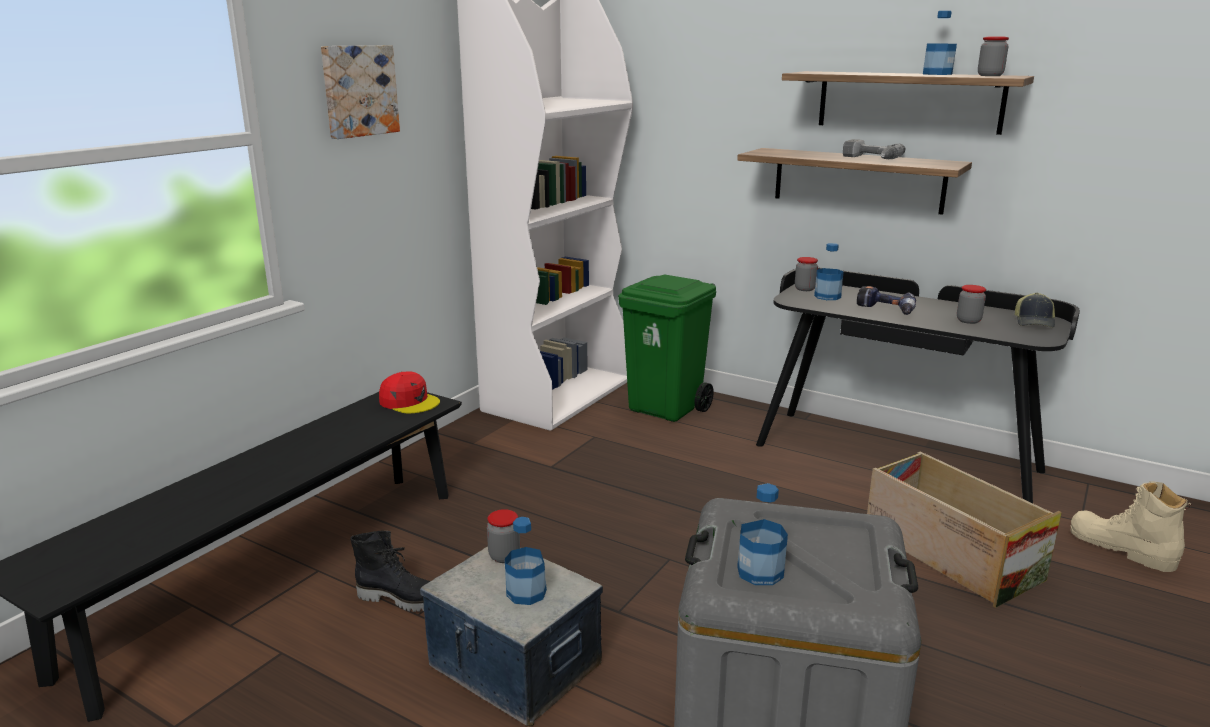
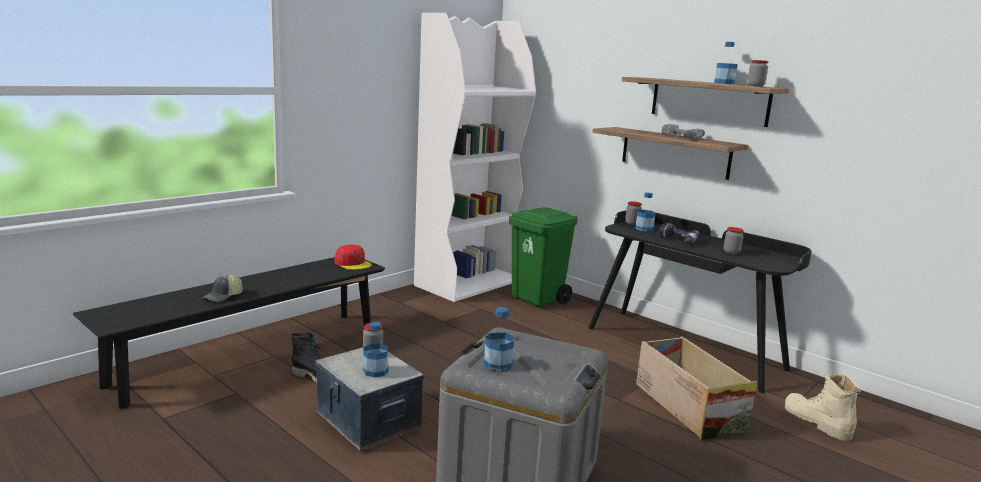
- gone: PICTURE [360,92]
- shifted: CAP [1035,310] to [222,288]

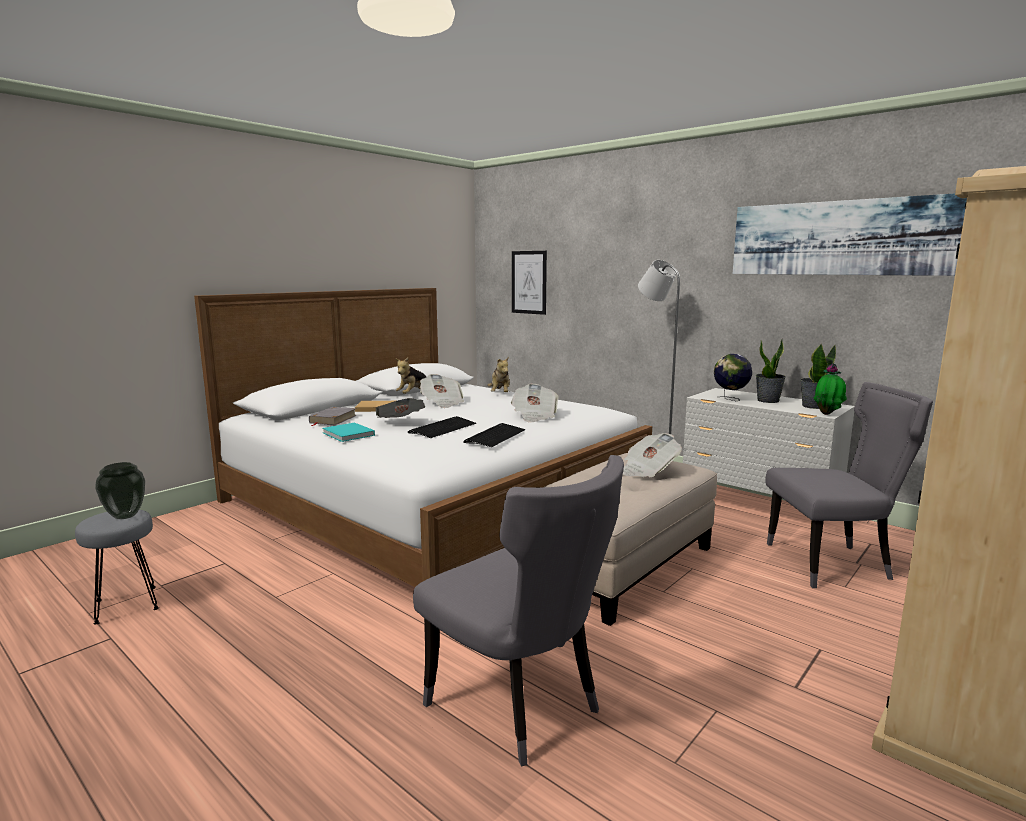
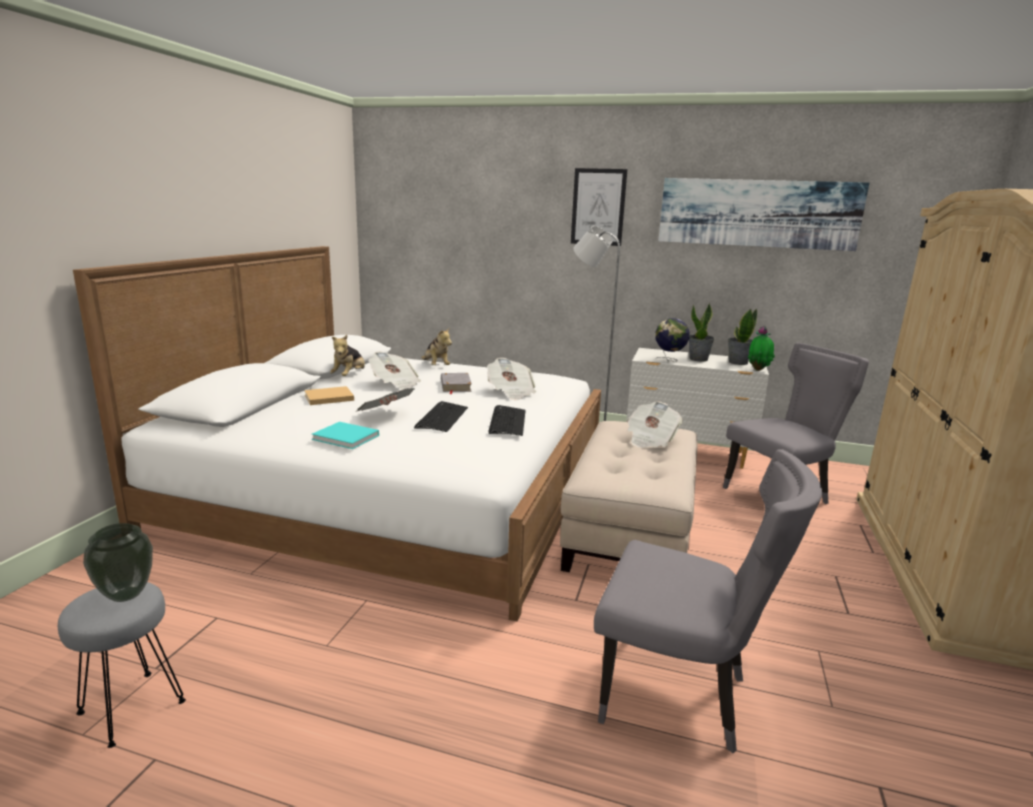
- shifted: PICTURE [529,283] to [599,207]
- shifted: GREY BOOK [333,416] to [456,383]

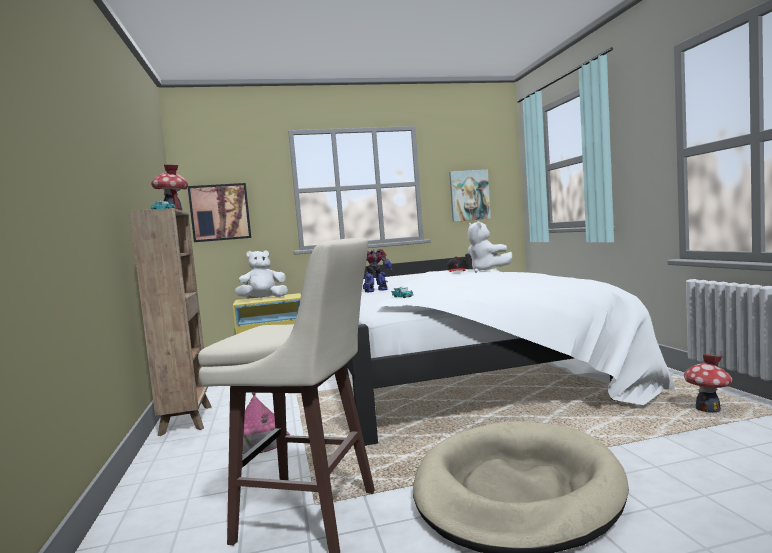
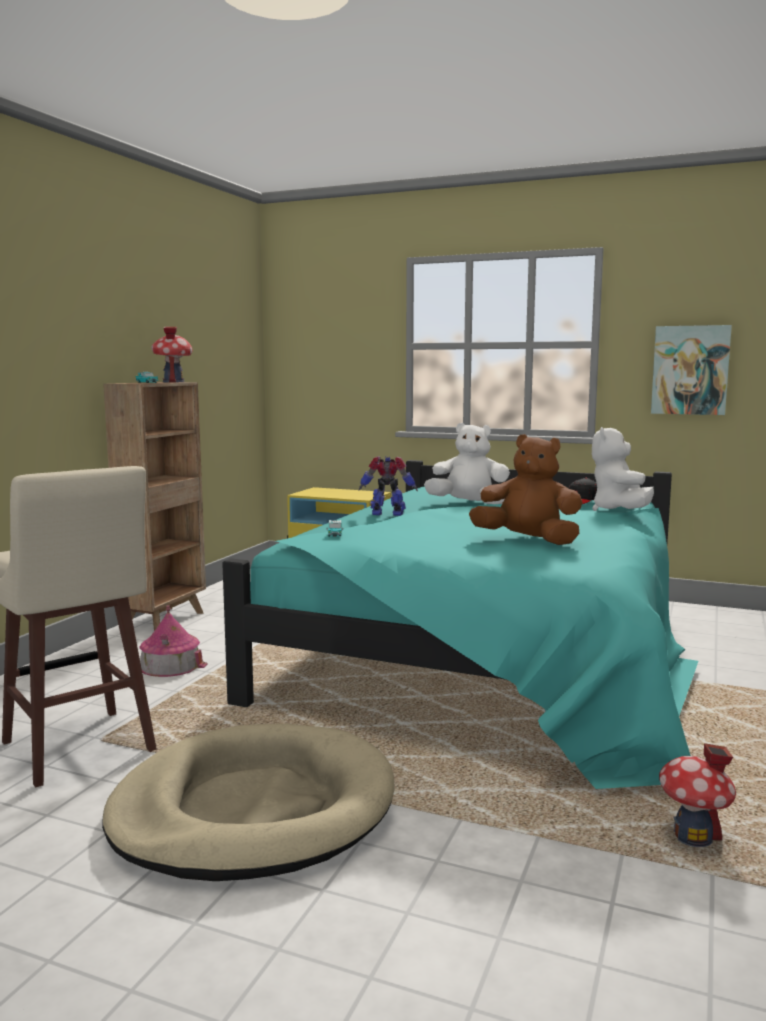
- gone: PICTURE [219,212]
- shifted: WHITE PLUSH TOY [261,274] to [467,463]
- repainted: WHITE BED [510,349] to TURQUOISE BED [460,624]
- new: BROWN PLUSH TOY [526,489]

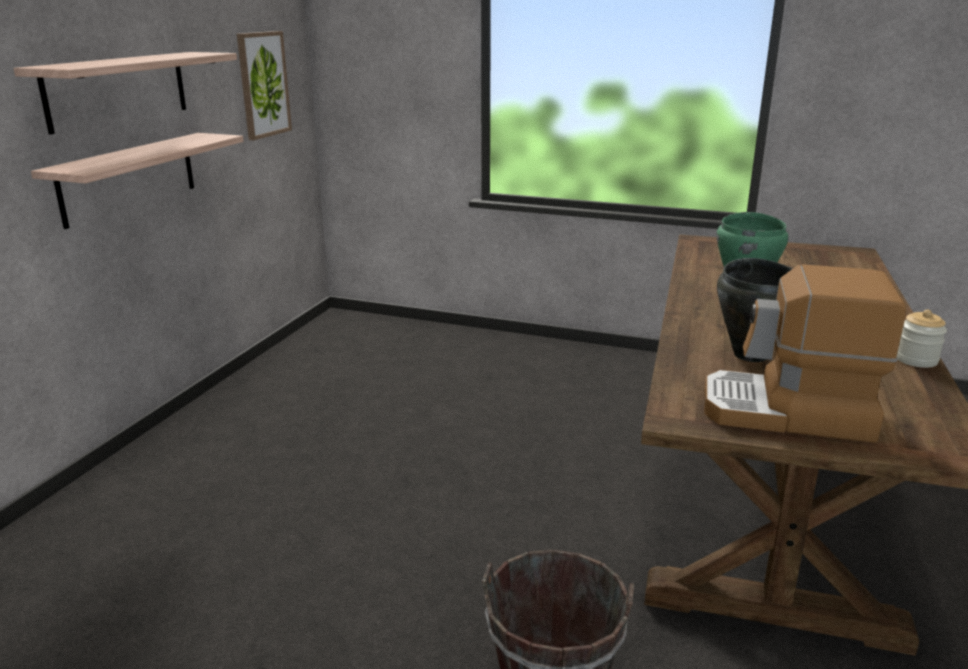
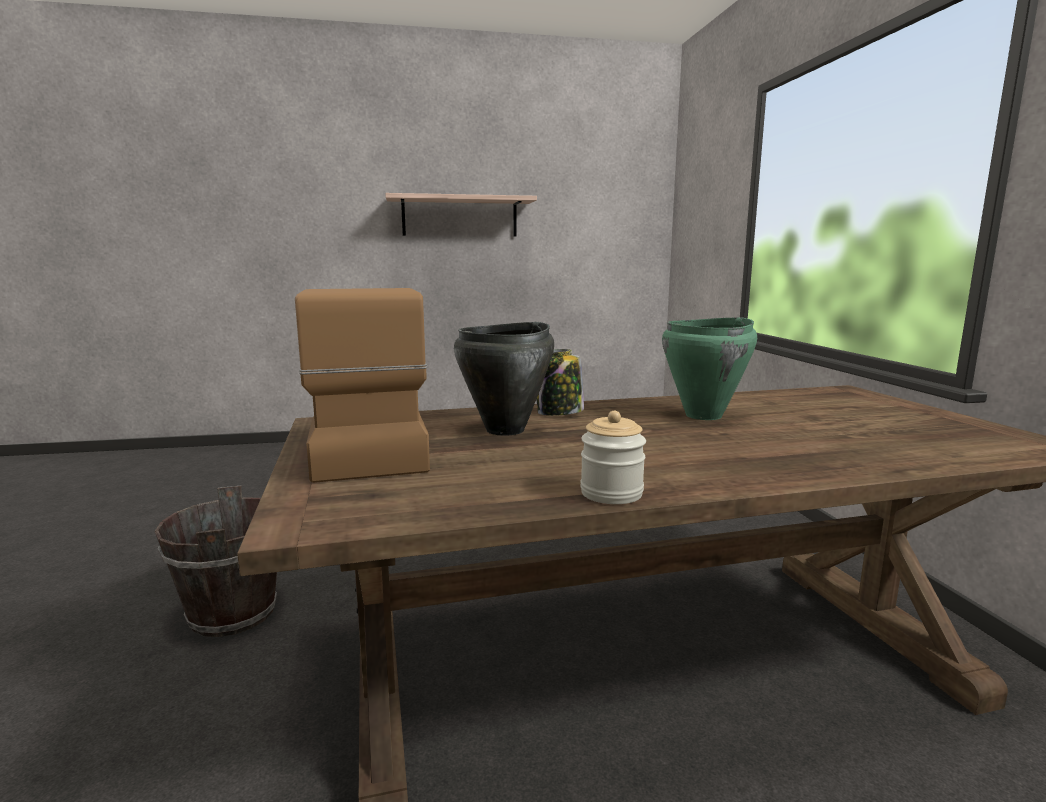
- gone: PICTURE [264,85]
- gone: SHELF [137,181]
- new: JAR [560,382]

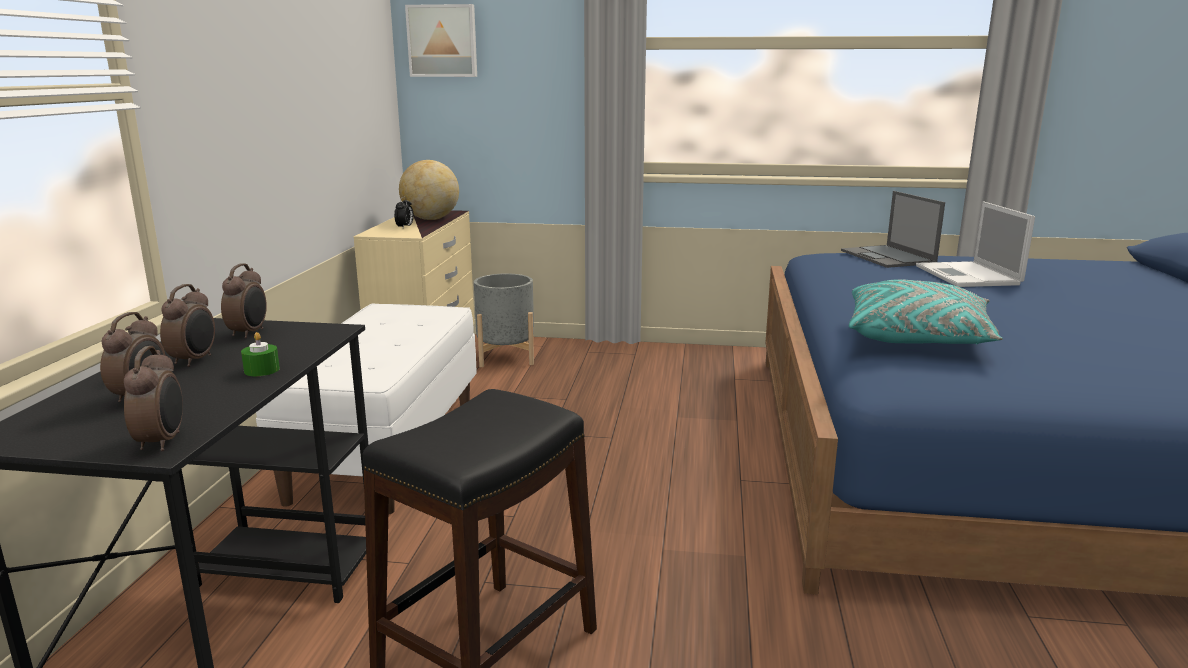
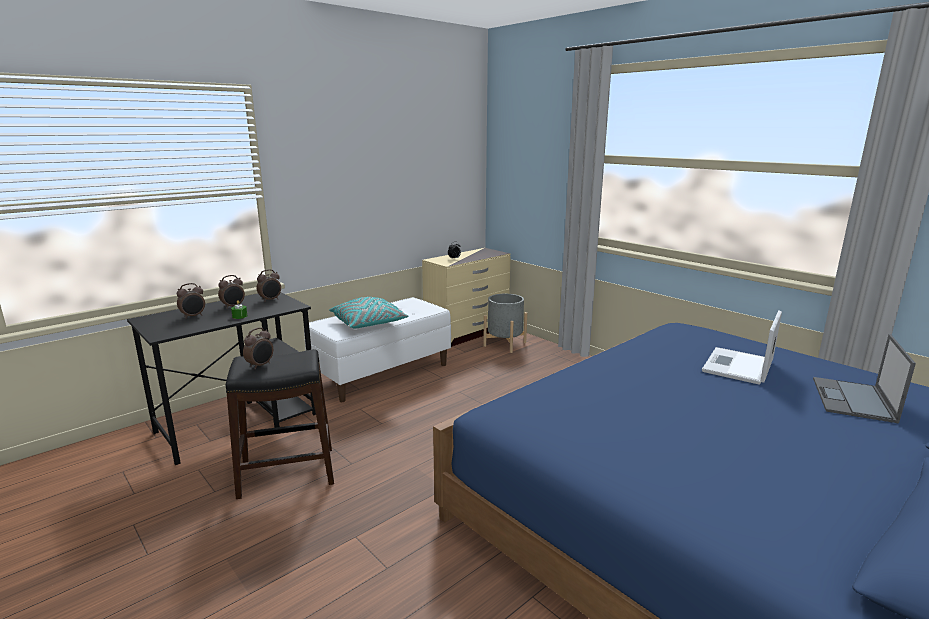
- gone: PICTURE [441,40]
- gone: GLOBE [429,190]
- shifted: LAPTOP [893,229] to [864,378]
- shifted: TURQUOISE PILLOW [926,312] to [369,313]
- shifted: ALARM CLOCK [153,398] to [258,348]

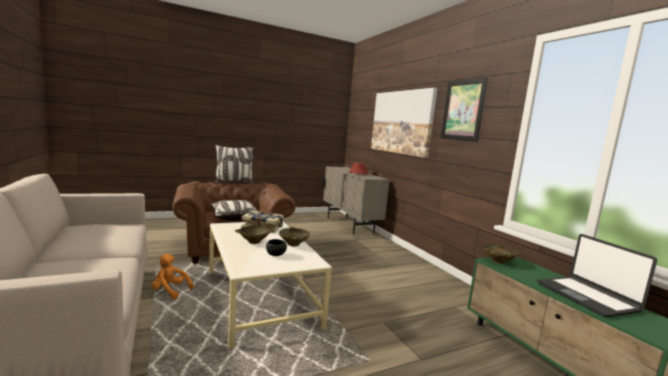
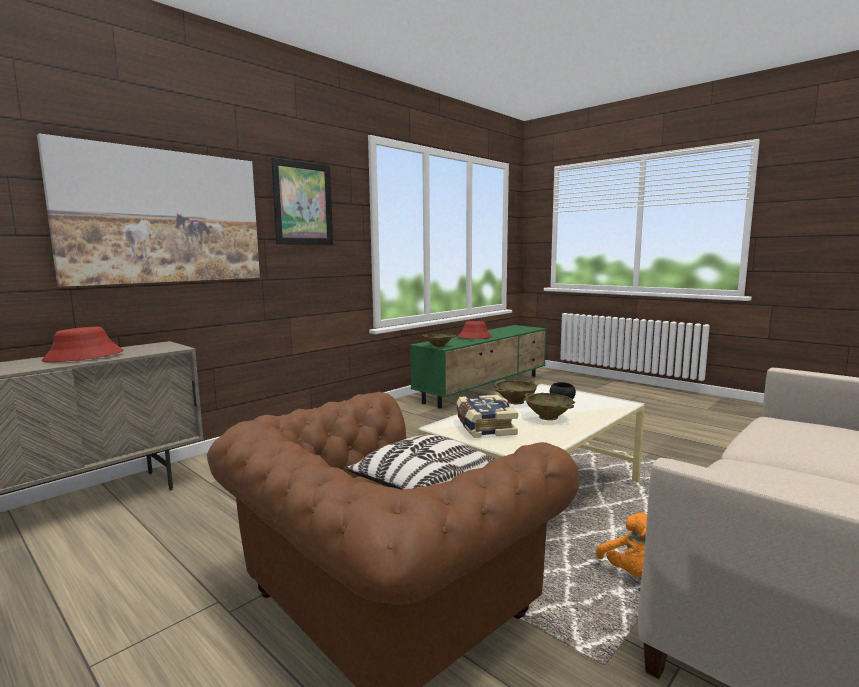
- gone: PILLOW [234,164]
- swapped: LAPTOP [597,275] to RED HAT [474,330]

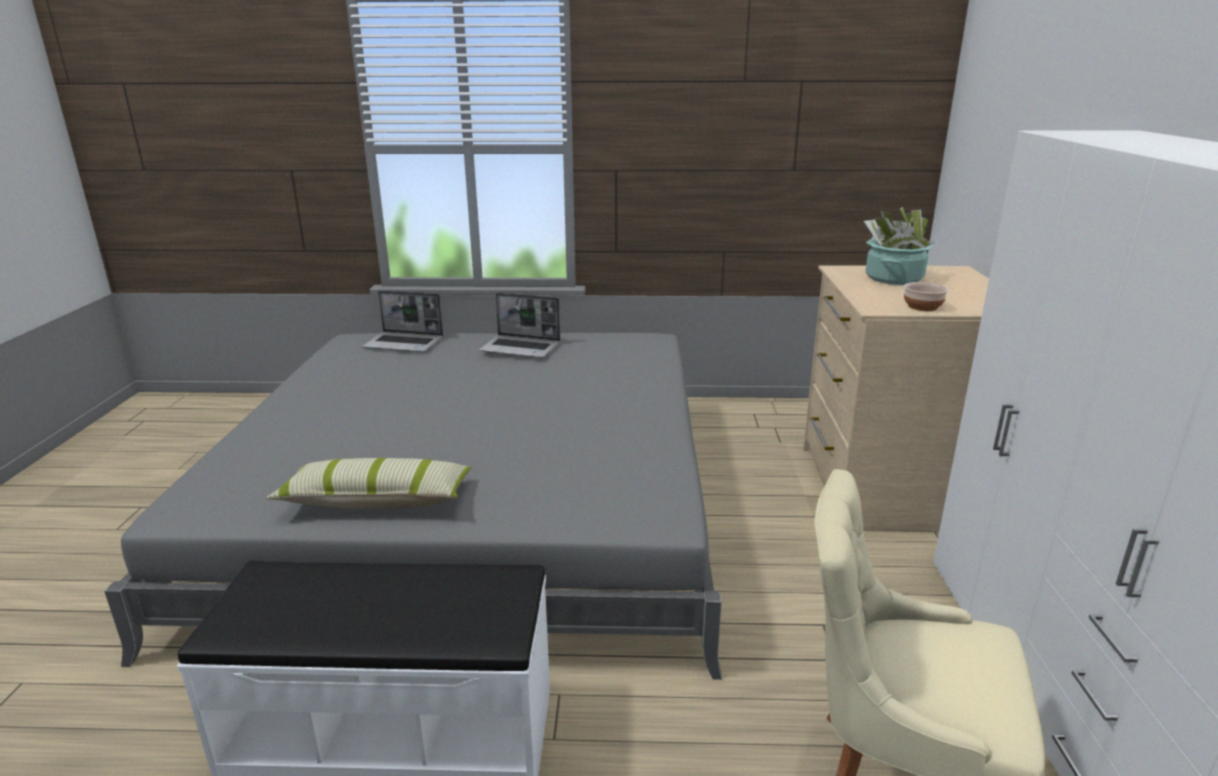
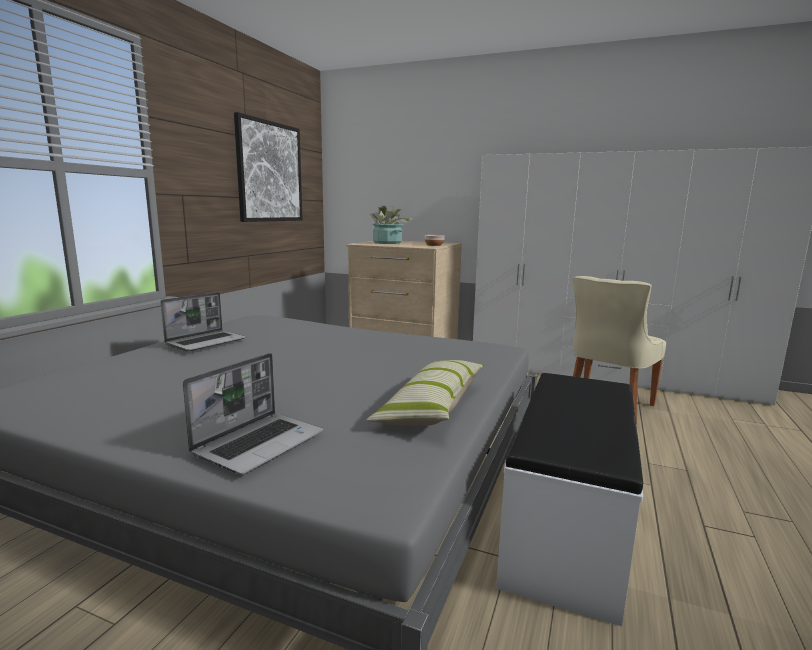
- shifted: LAPTOP [402,321] to [253,414]
- new: PICTURE [268,167]

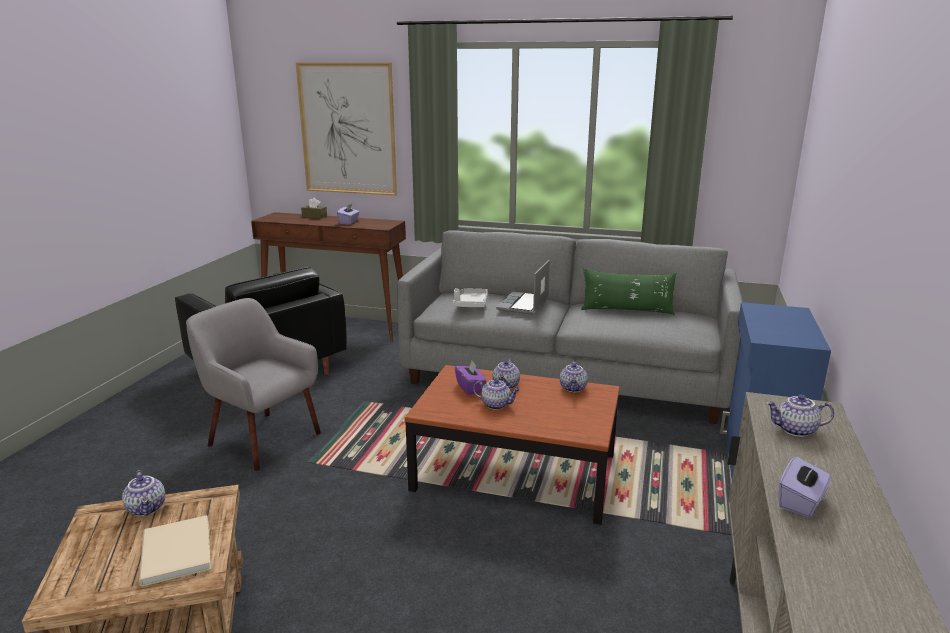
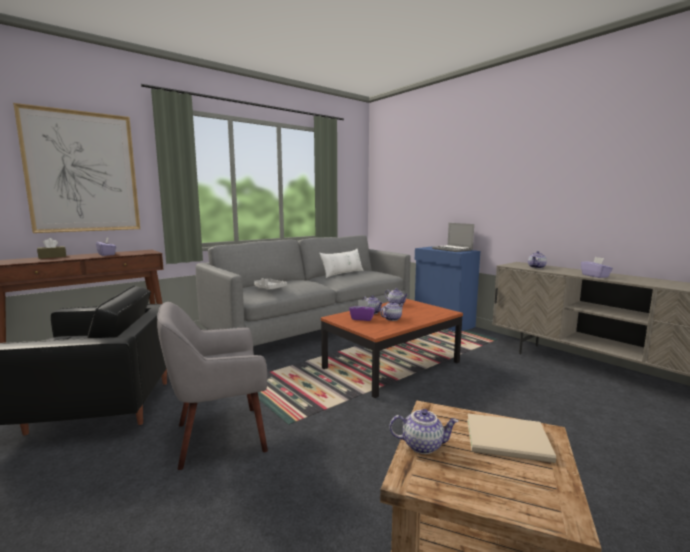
- shifted: LAPTOP [523,287] to [453,237]
- repainted: GREEN PILLOW [628,291] to WHITE PILLOW [341,263]

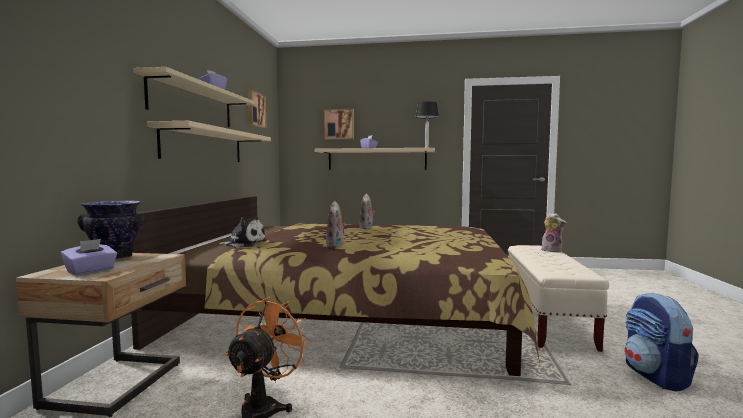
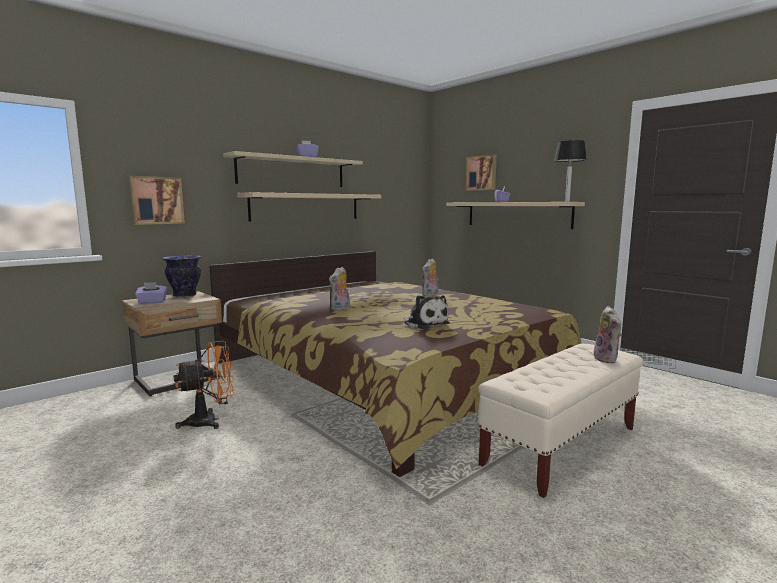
- shifted: PICTURE [257,108] to [157,200]
- shifted: PLUSH TOY [243,232] to [427,312]
- gone: BACKPACK [662,342]

